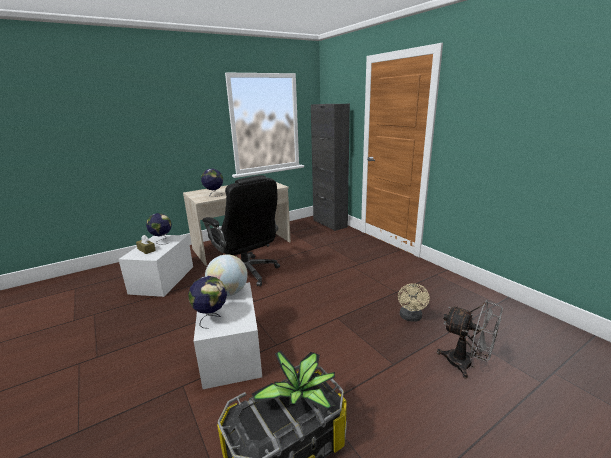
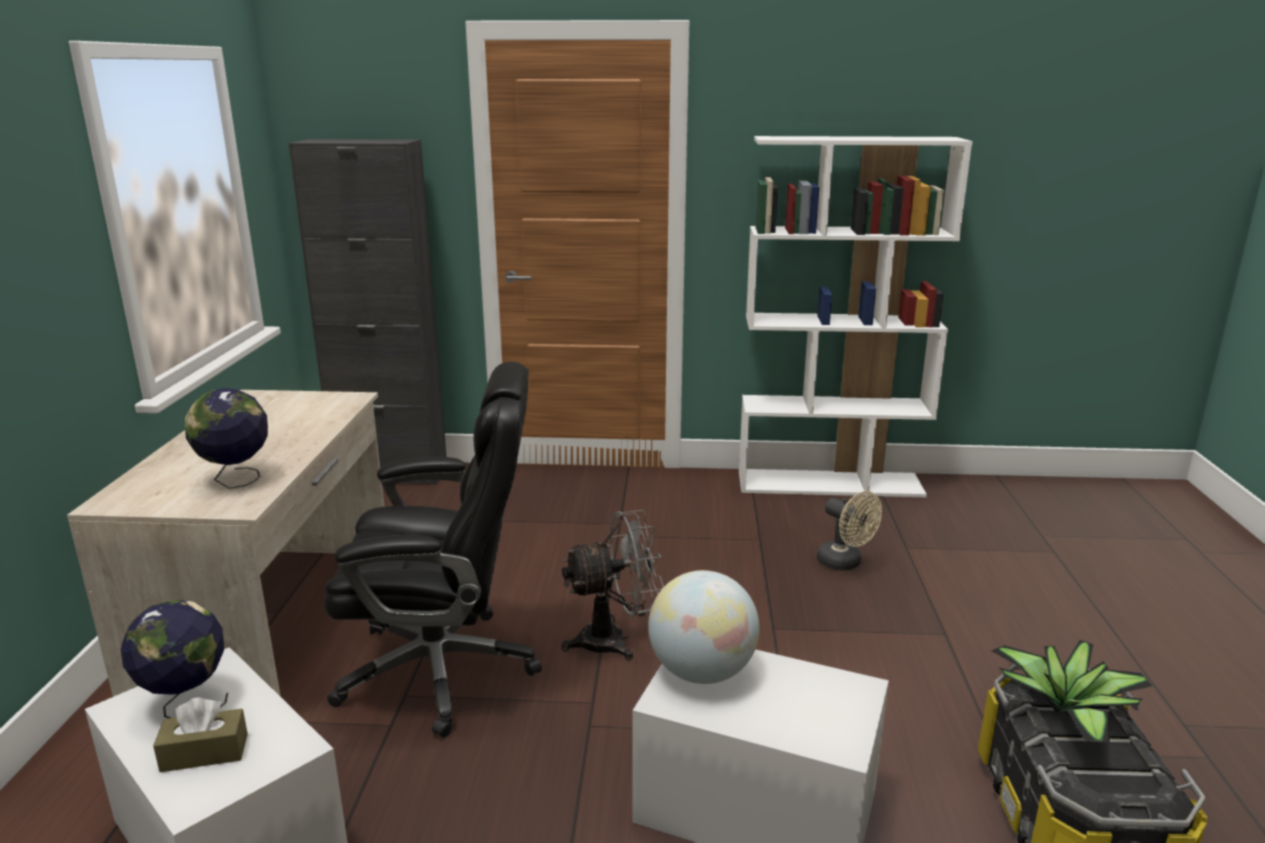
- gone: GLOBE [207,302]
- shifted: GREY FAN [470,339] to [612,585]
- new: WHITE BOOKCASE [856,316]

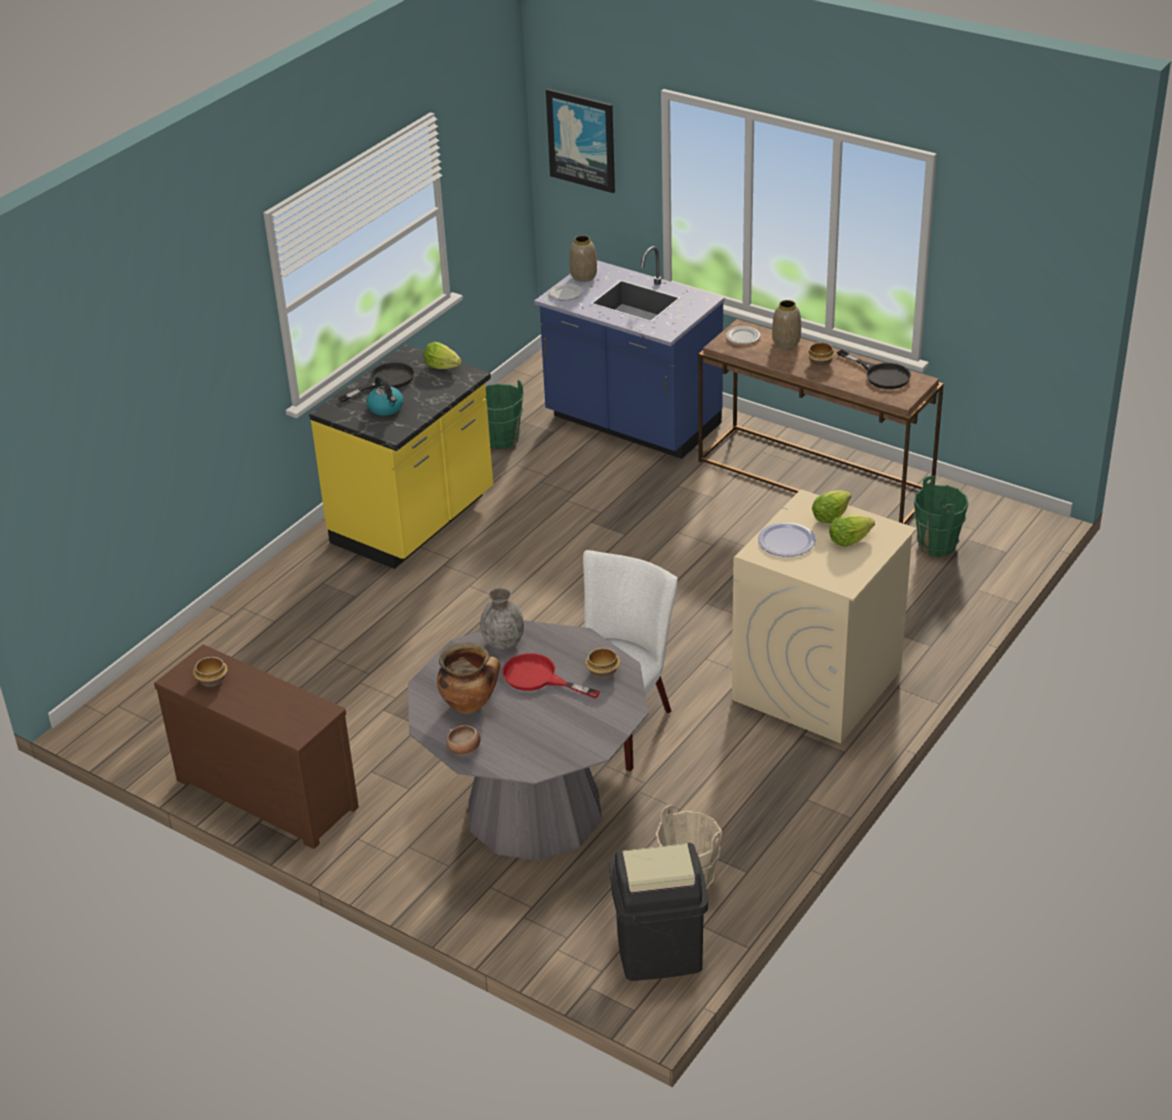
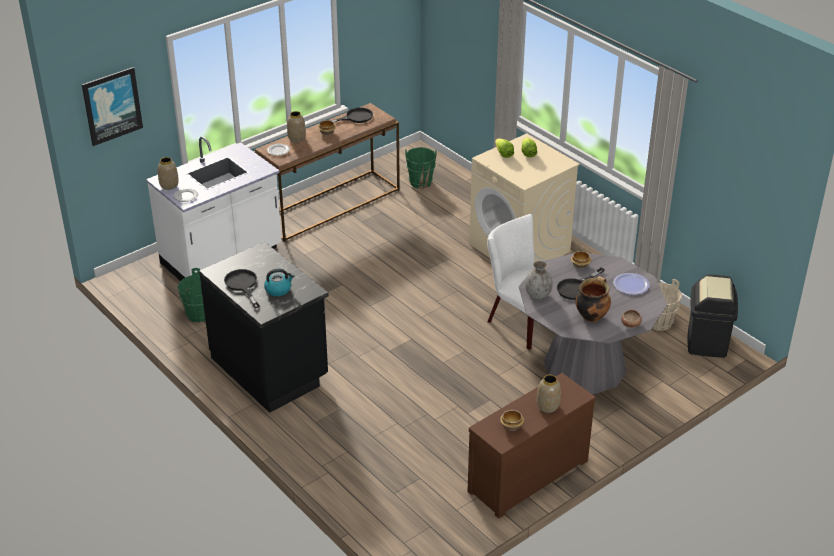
- repainted: BLUE COUNTER [629,352] to WHITE COUNTER [214,209]
- gone: LETTUCE [443,355]
- repainted: YELLOW COUNTER [401,457] to BLACK COUNTER [264,327]
- shifted: PLATE [787,539] to [631,284]
- repainted: RED FRYING PAN [551,676] to BLACK FRYING PAN [581,284]
- new: VASE [549,394]

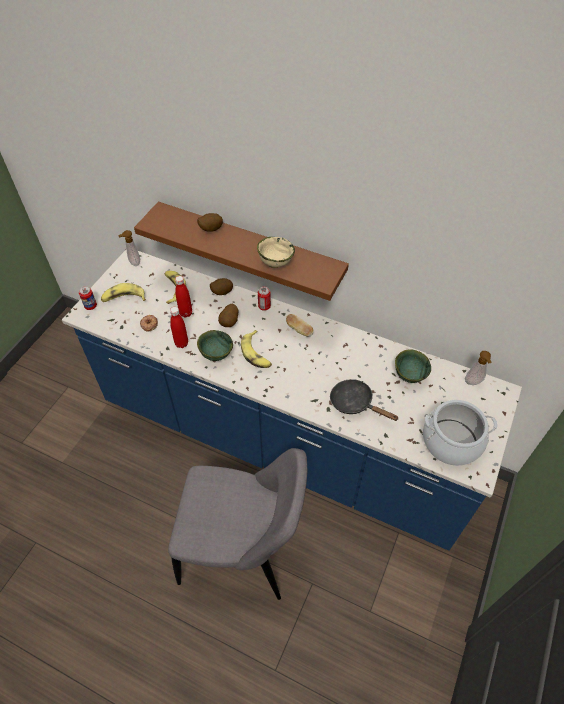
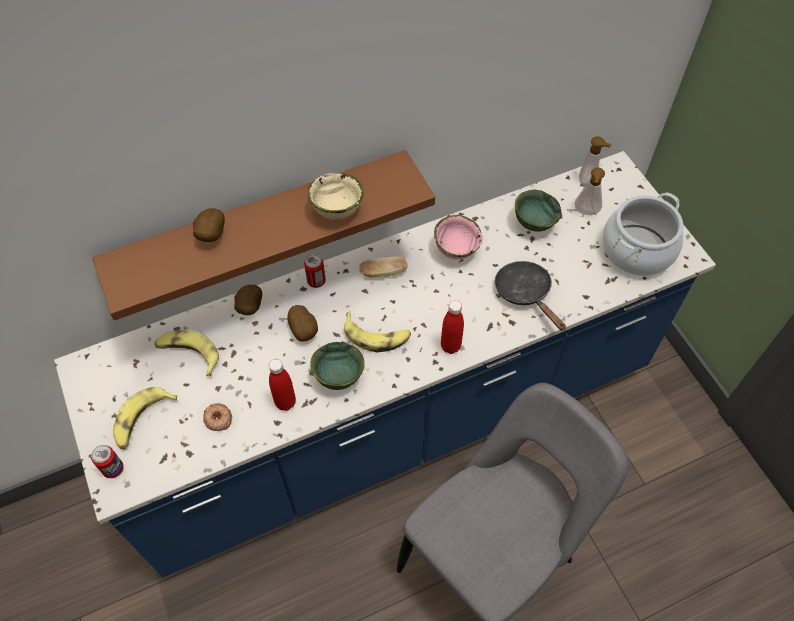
- shifted: SOAP DISPENSER [129,248] to [589,191]
- shifted: RED BOTTLE [183,297] to [452,327]
- rotated: BLACK FRYING PAN [364,400] = [530,296] 75 degrees clockwise
- new: PINK BOWL [458,237]

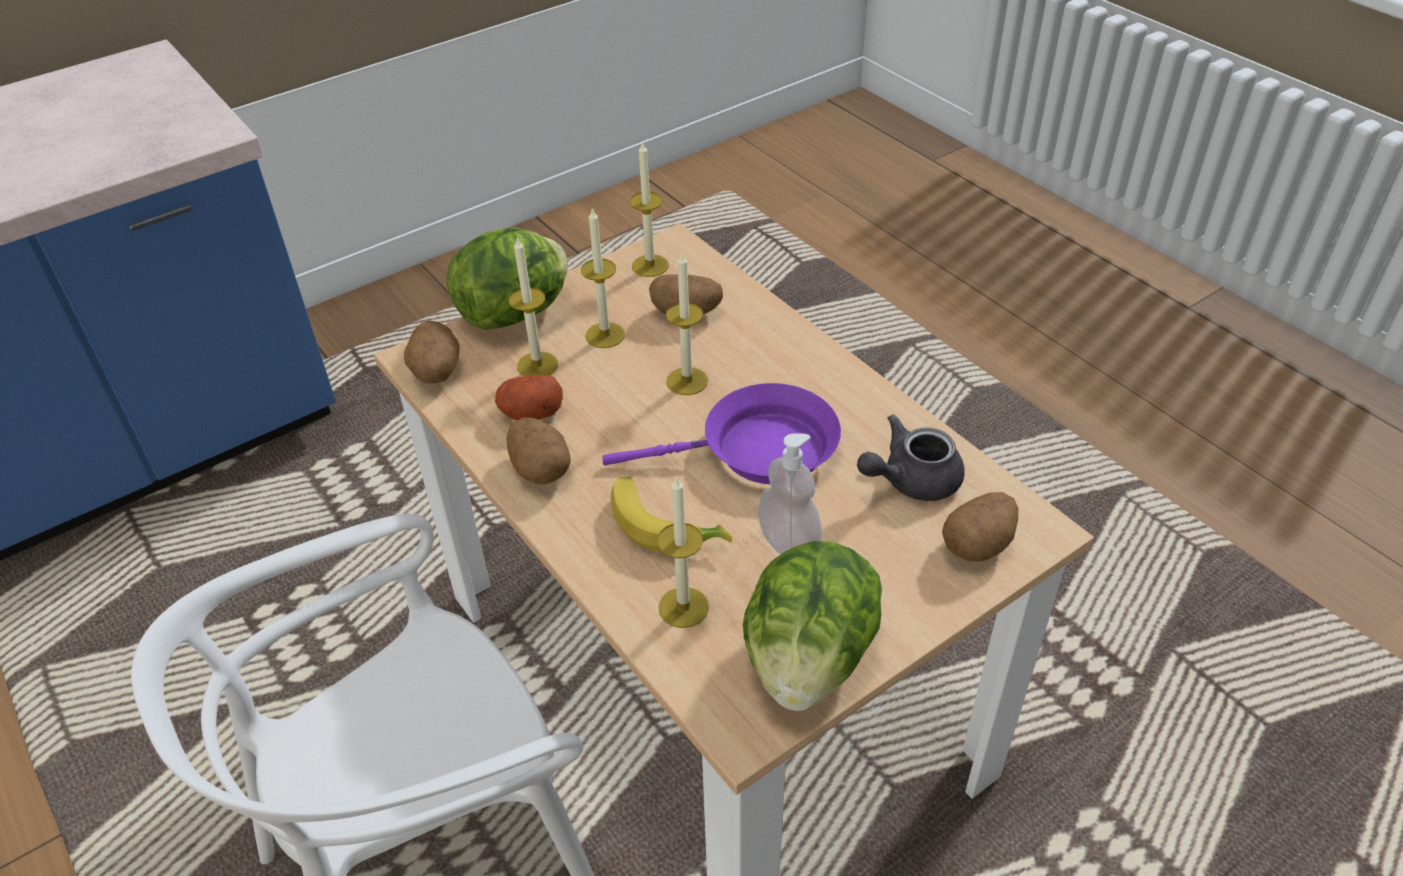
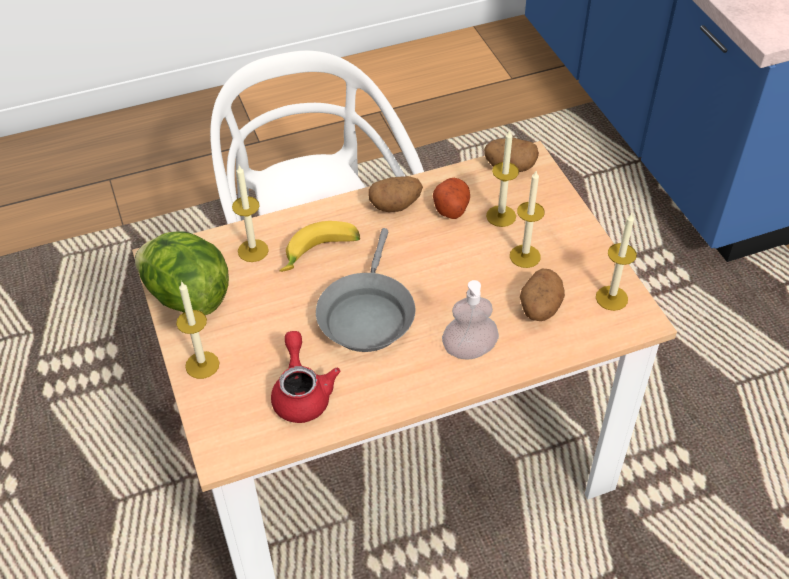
- gone: LETTUCE [507,279]
- shifted: CANDLE [687,324] to [197,330]
- repainted: PURPLE FRYING PAN [721,433] to GREY FRYING PAN [366,290]
- repainted: GREY TEAPOT [911,457] to RED TEAPOT [305,377]
- shifted: SOAP DISPENSER [790,493] to [470,319]
- gone: POTATO [980,527]

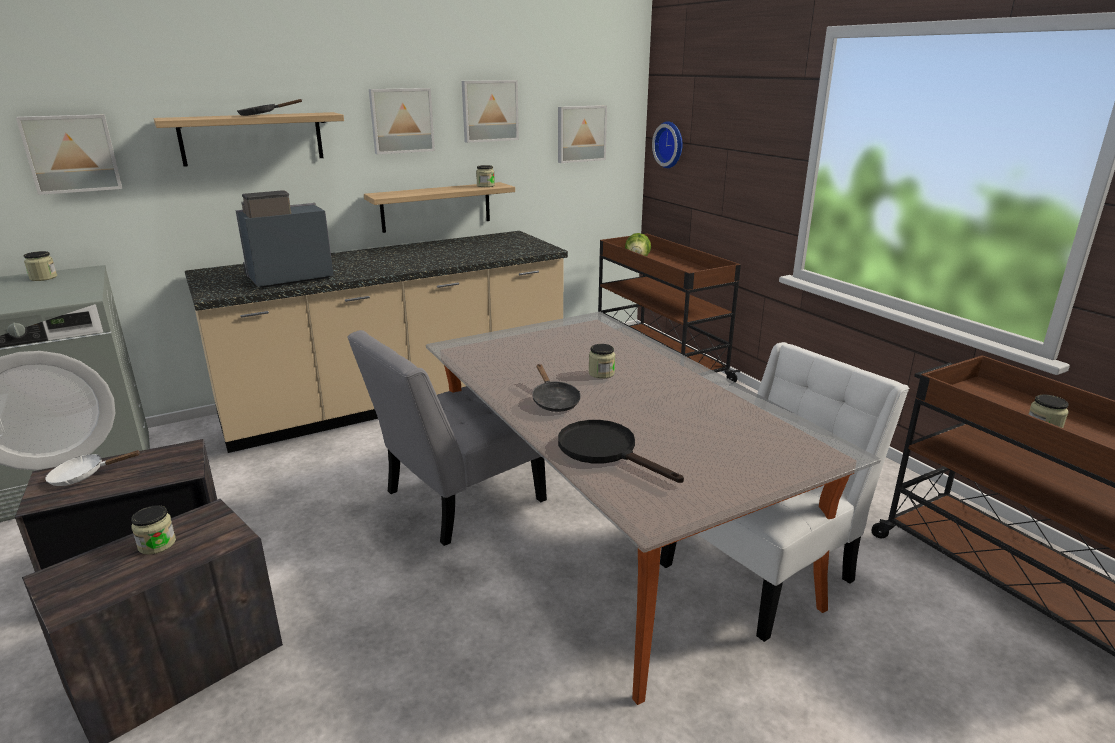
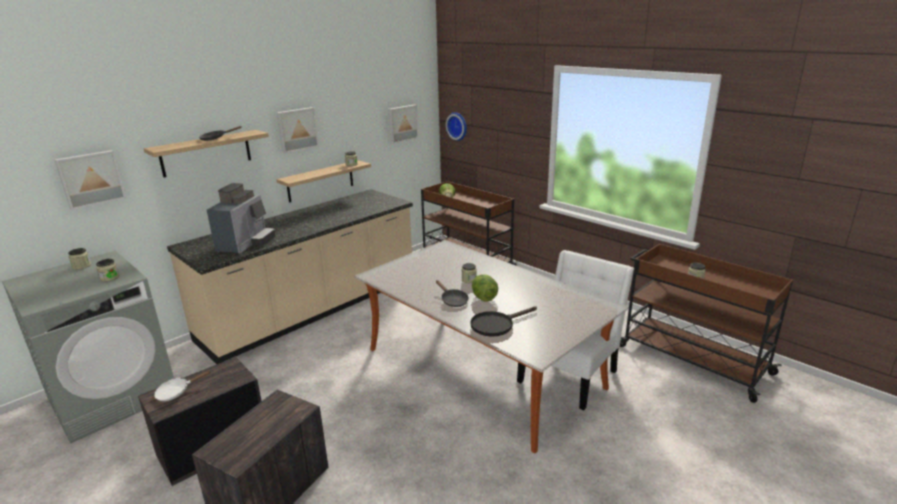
- gone: PICTURE [490,111]
- rotated: COFFEE MACHINE [284,239] = [241,218] 150 degrees clockwise
- gone: GREY CHAIR [447,438]
- rotated: BLACK FRYING PAN [621,451] = [503,322] 60 degrees counterclockwise
- shifted: JAR [153,530] to [107,270]
- new: LETTUCE [485,288]

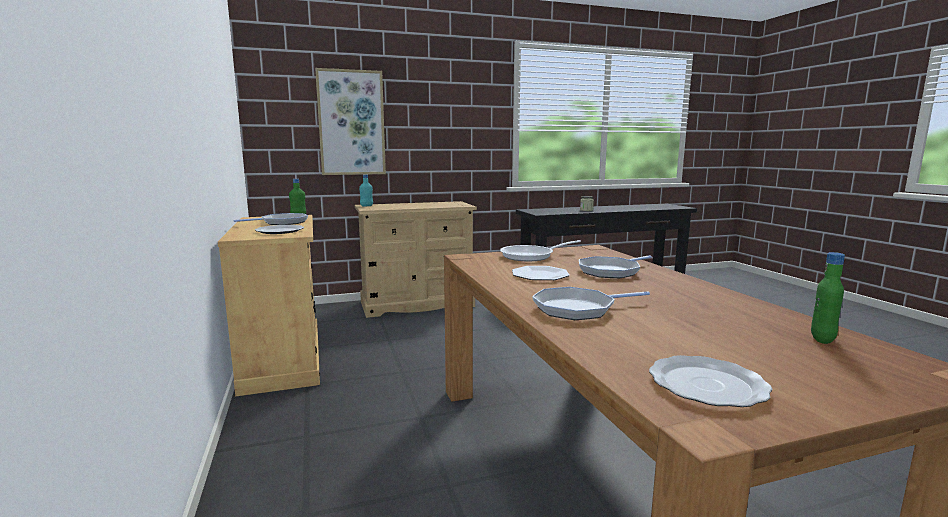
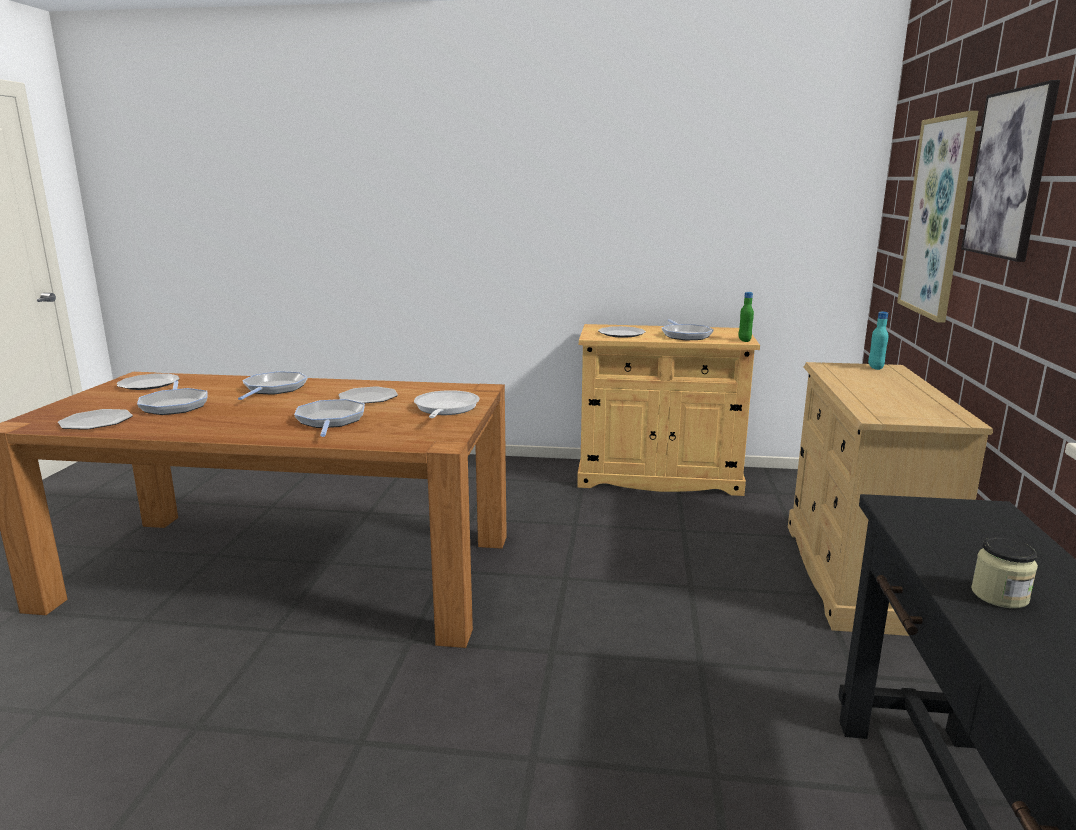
- swapped: GREEN BOTTLE [828,298] to PLATE [95,419]
- new: PICTURE [1010,171]
- new: FRYING PAN [172,397]

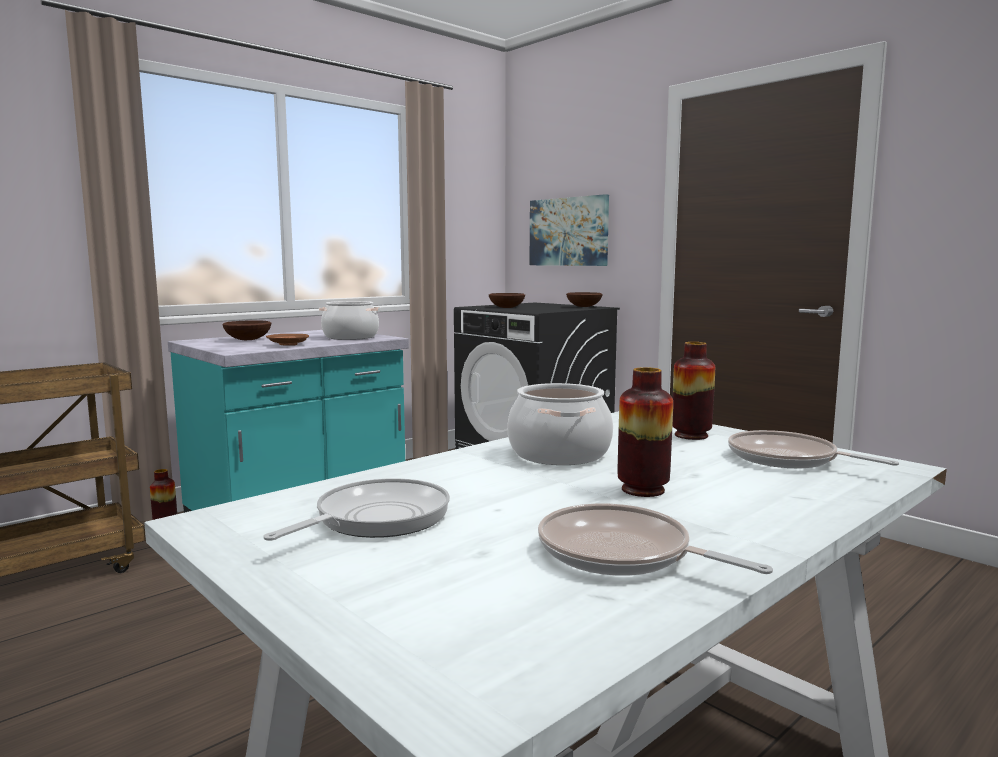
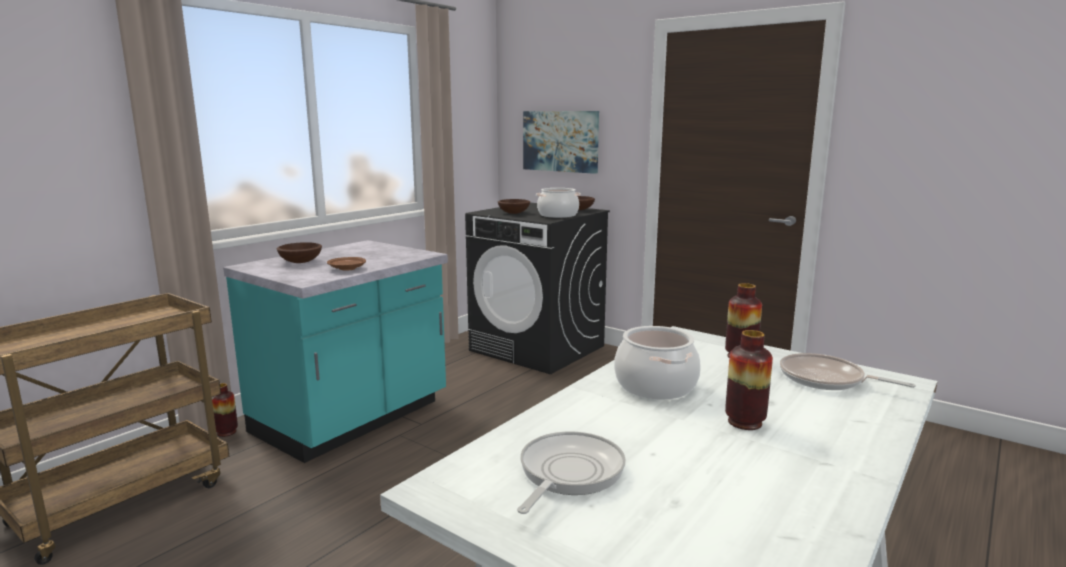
- shifted: COOKING POT [350,320] to [558,203]
- gone: FRYING PAN [655,539]

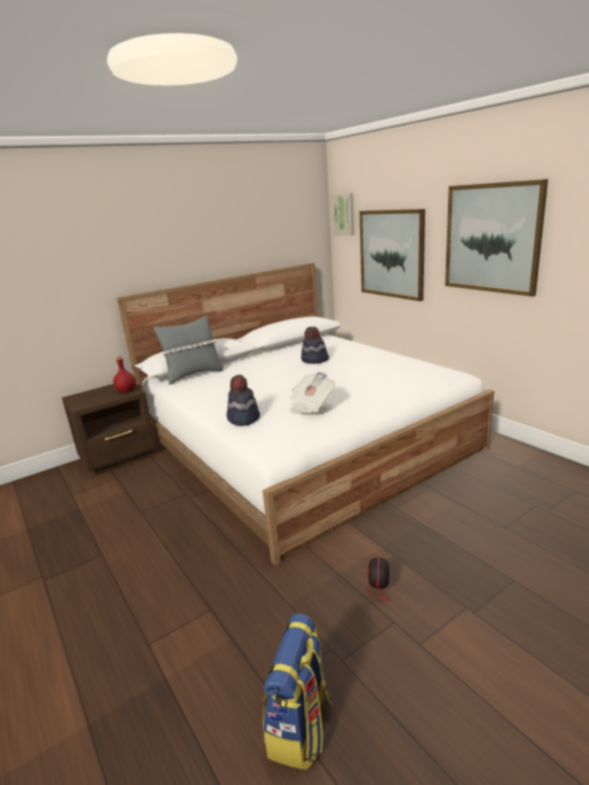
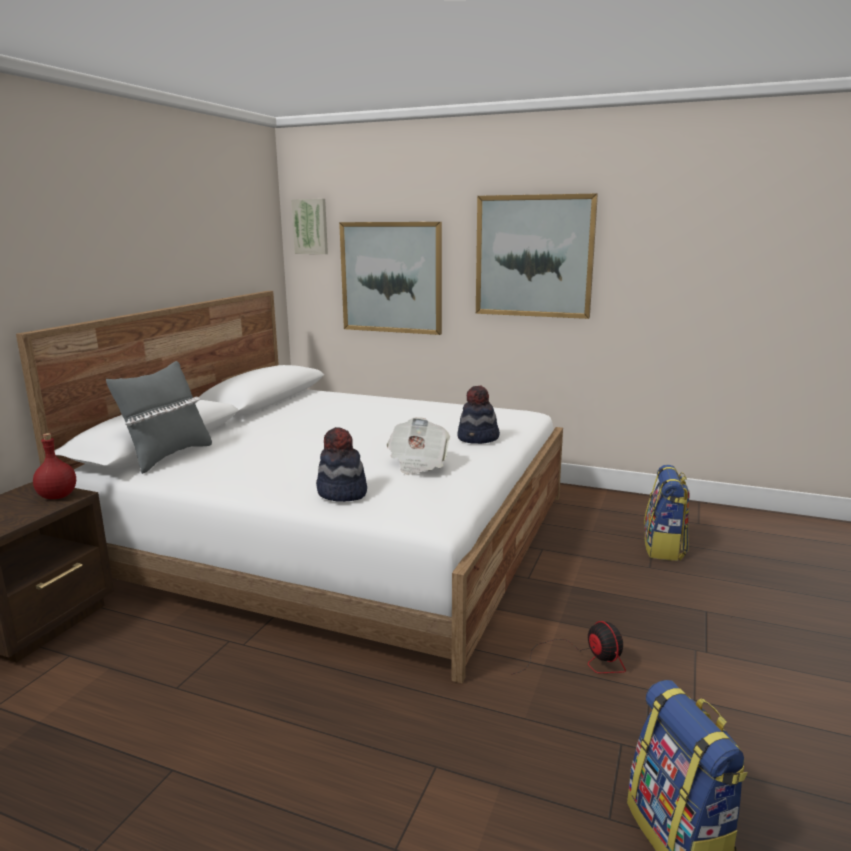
- shifted: HAT [315,345] to [478,415]
- new: BACKPACK [667,513]

